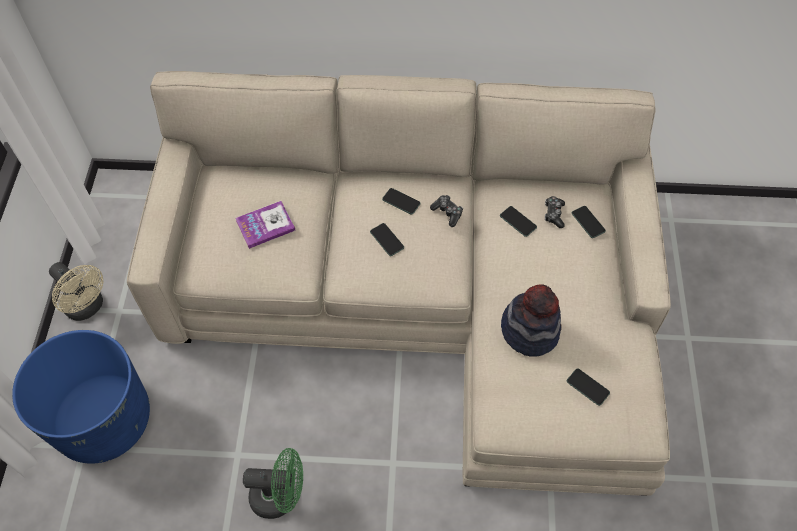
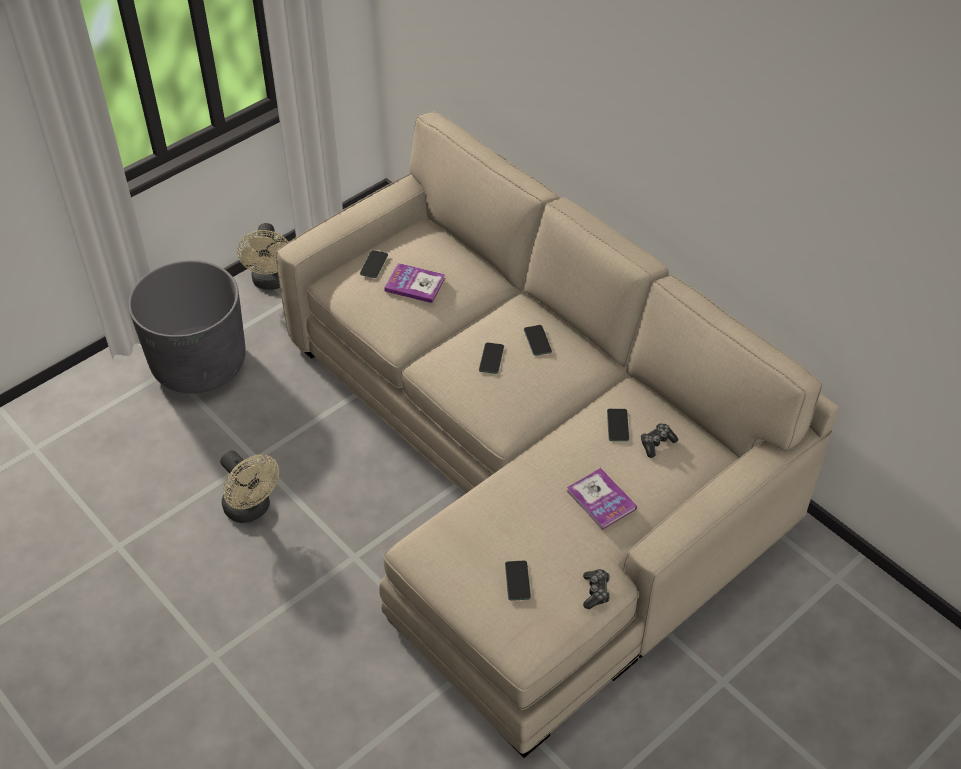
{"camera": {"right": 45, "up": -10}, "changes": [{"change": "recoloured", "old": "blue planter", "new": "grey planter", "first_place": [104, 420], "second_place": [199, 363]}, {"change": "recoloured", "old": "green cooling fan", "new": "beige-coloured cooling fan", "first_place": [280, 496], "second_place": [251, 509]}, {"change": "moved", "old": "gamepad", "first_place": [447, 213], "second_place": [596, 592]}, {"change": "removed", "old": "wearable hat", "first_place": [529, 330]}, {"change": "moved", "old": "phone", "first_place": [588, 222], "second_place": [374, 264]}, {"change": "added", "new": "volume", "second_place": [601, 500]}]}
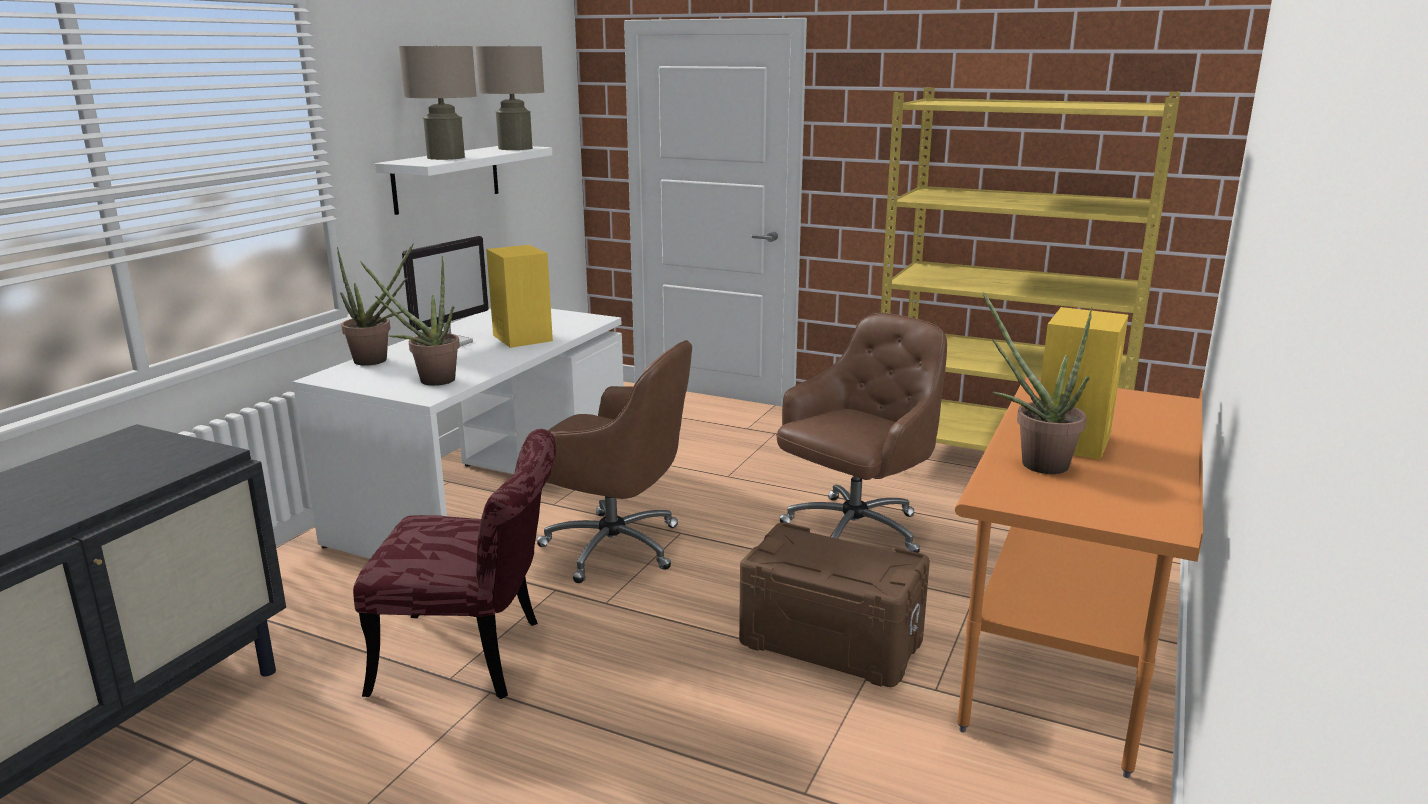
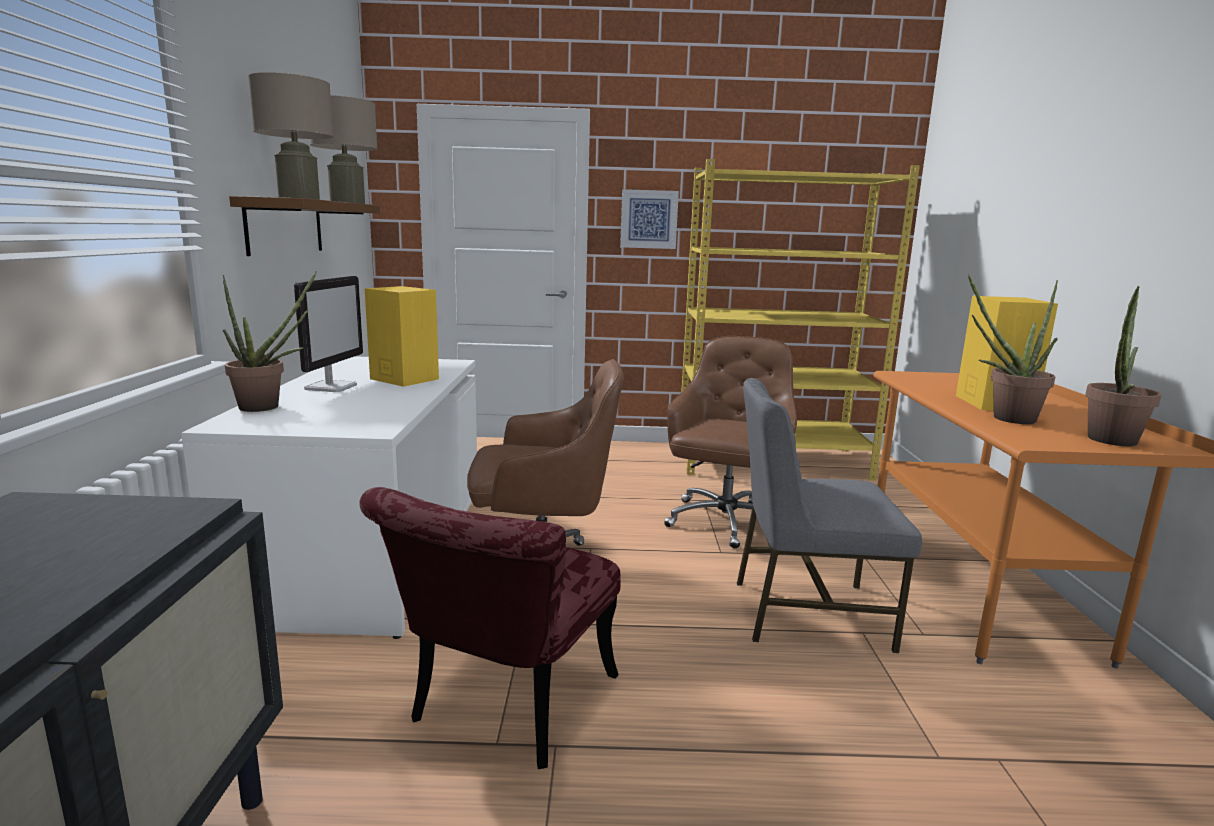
{"camera": {"right": -25, "up": -5}, "changes": [{"change": "turned", "old": "reddish chair", "first_place": [476, 657], "second_place": [504, 710], "degrees": 135}, {"change": "moved", "old": "plant in a pot", "first_place": [429, 381], "second_place": [1110, 442]}, {"change": "recoloured", "old": "white shelf", "new": "brownish shelf", "first_place": [447, 178], "second_place": [285, 226]}, {"change": "replaced", "old": "brownish storage container", "new": "grey chair", "first_place": [831, 640], "second_place": [806, 613]}, {"change": "added", "new": "wall picture", "second_place": [649, 219]}]}
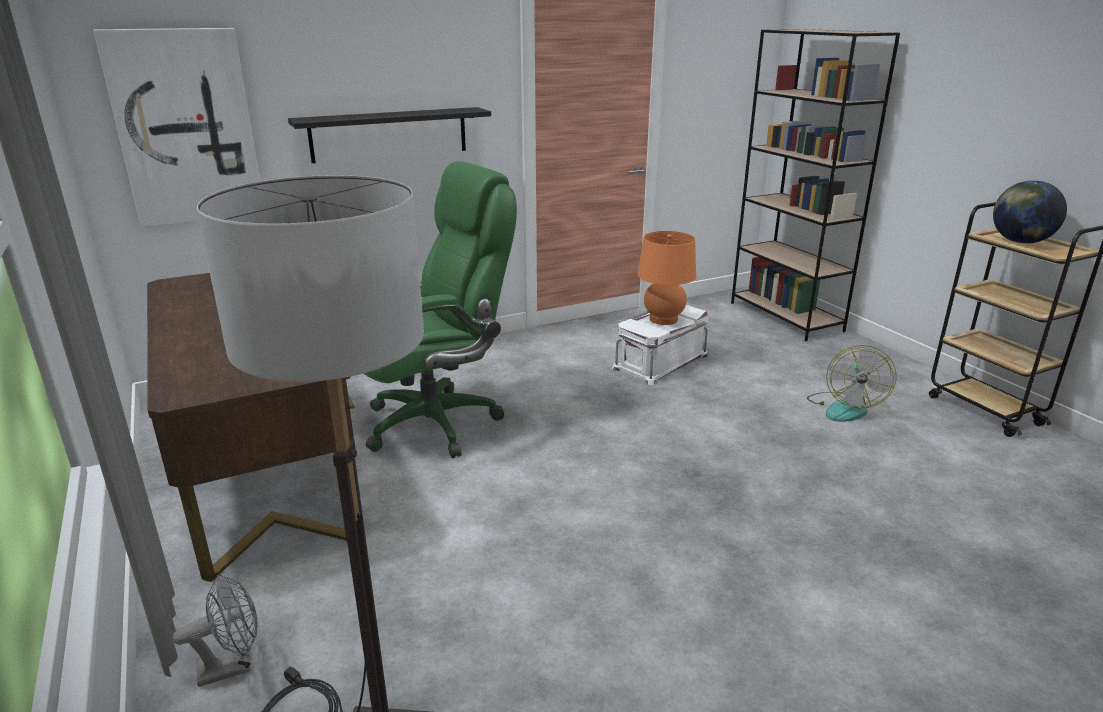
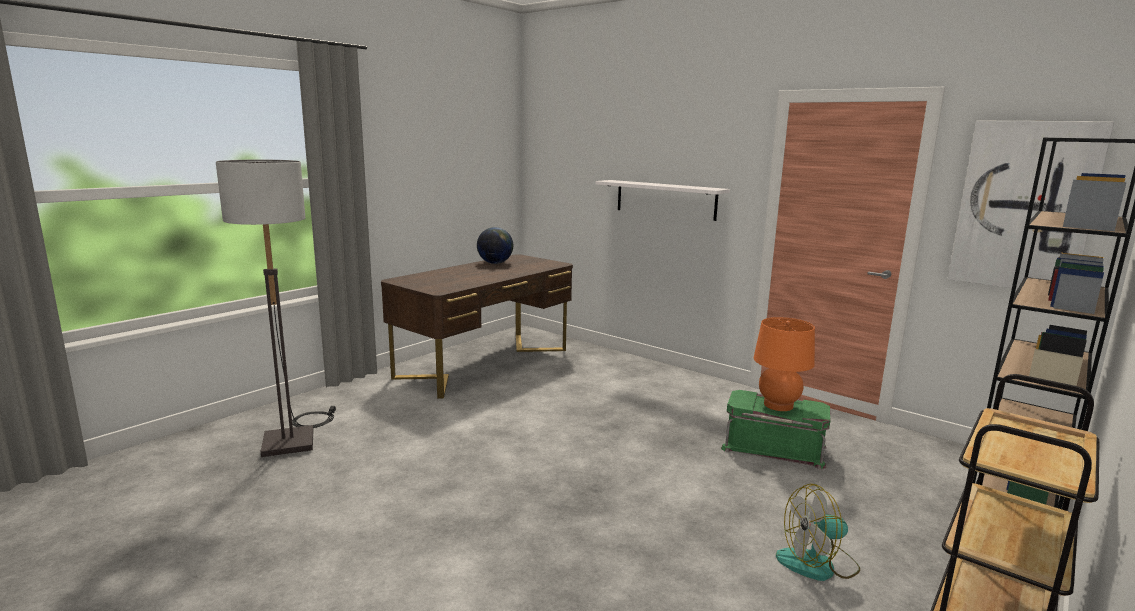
{"camera": {"right": 65, "up": -10}, "changes": [{"change": "moved", "old": "wall picture", "first_place": [186, 128], "second_place": [1024, 206]}, {"change": "removed", "old": "grey cooling fan", "first_place": [233, 666]}, {"change": "recoloured", "old": "black shelf", "new": "white shelf", "first_place": [389, 134], "second_place": [665, 199]}, {"change": "removed", "old": "green desk chair", "first_place": [434, 423]}, {"change": "recoloured", "old": "white storage container", "new": "green storage container", "first_place": [660, 361], "second_place": [774, 447]}, {"change": "moved", "old": "globe", "first_place": [1020, 242], "second_place": [495, 263]}]}
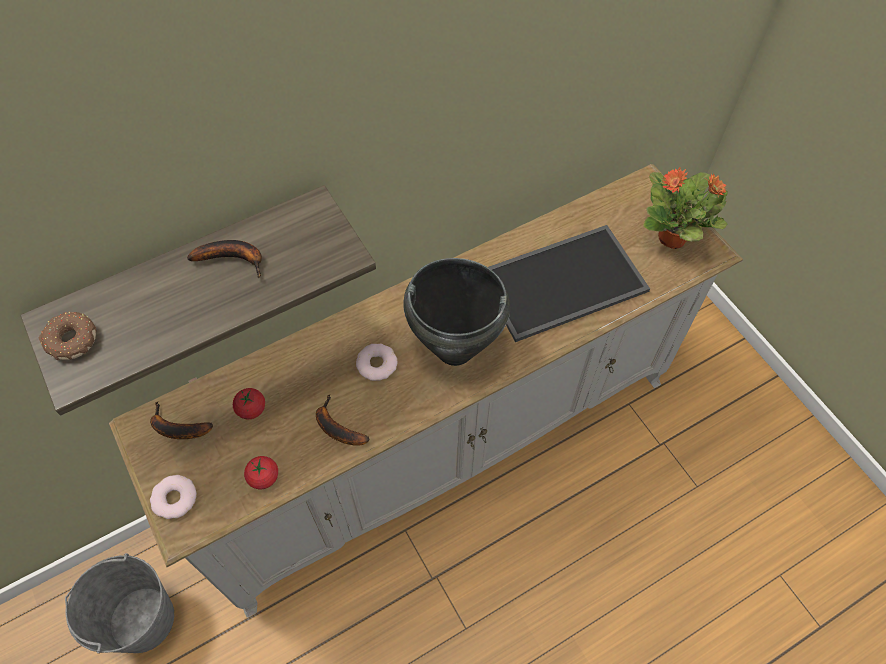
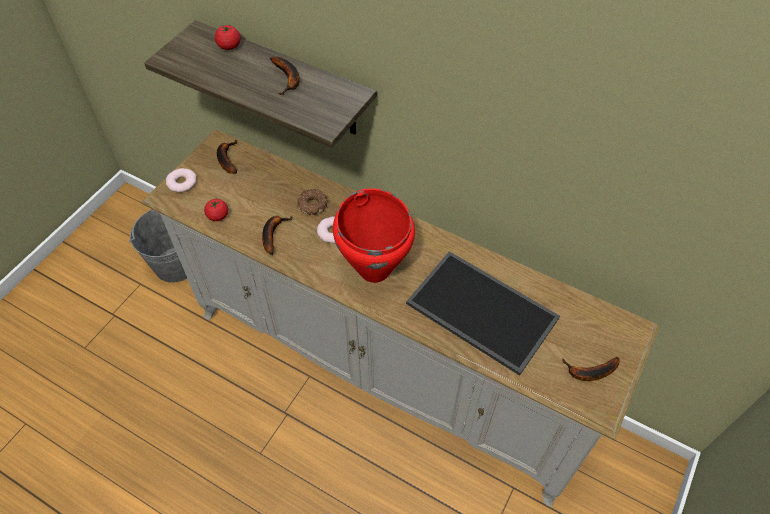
{"camera": {"right": 60, "up": -5}, "changes": [{"change": "moved", "old": "donut", "first_place": [71, 340], "second_place": [312, 205]}, {"change": "moved", "old": "whole tomato", "first_place": [251, 409], "second_place": [229, 46]}, {"change": "recoloured", "old": "black stockpot", "new": "reddish stockpot", "first_place": [454, 348], "second_place": [375, 269]}, {"change": "replaced", "old": "plant in a pot", "new": "banana", "first_place": [673, 238], "second_place": [589, 372]}]}
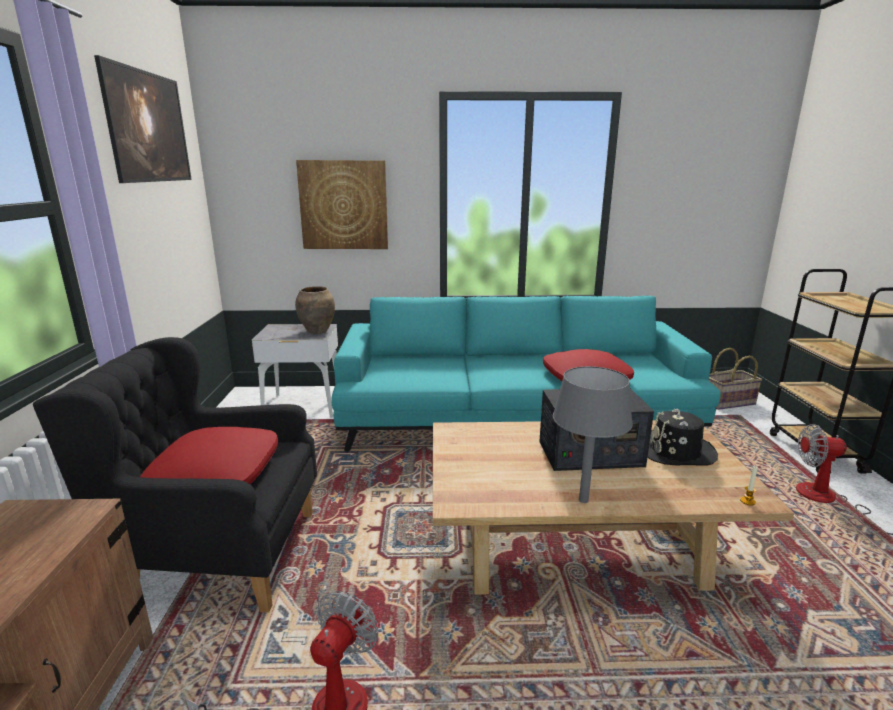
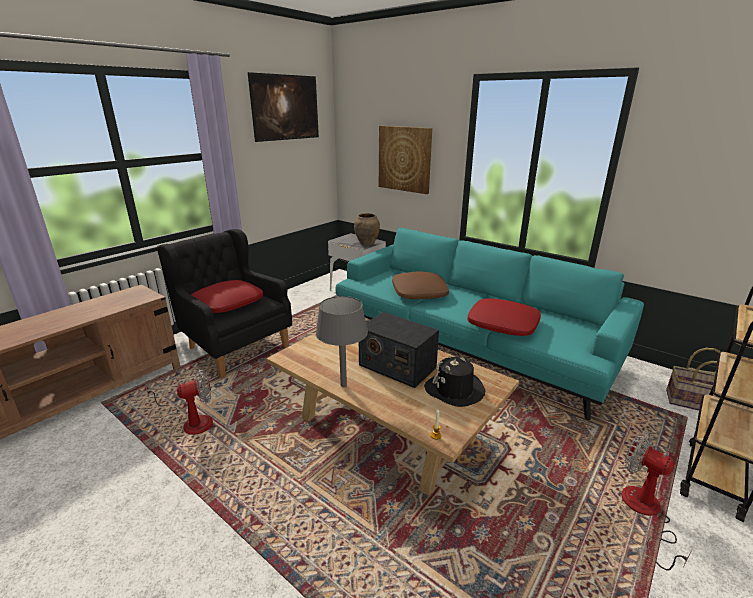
{"camera": {"right": 40, "up": 5}, "changes": [{"change": "added", "new": "brownish cushion", "second_place": [418, 292]}]}
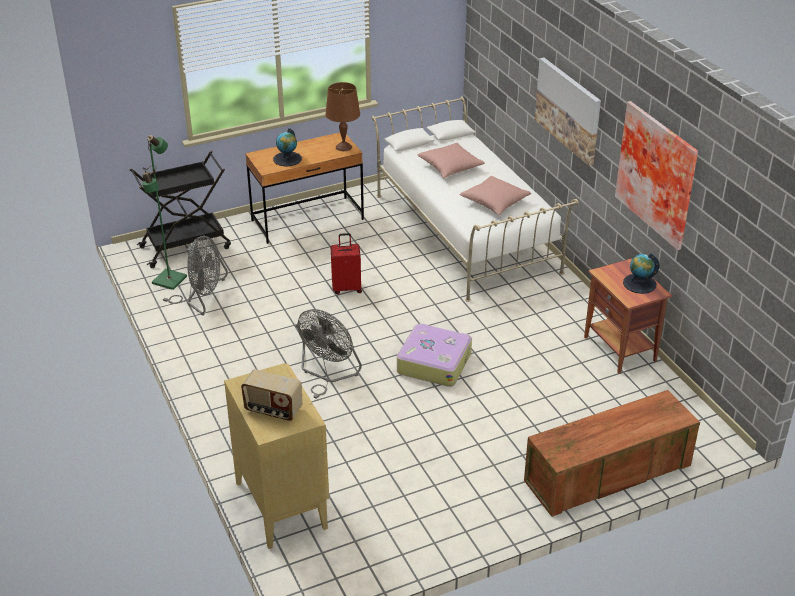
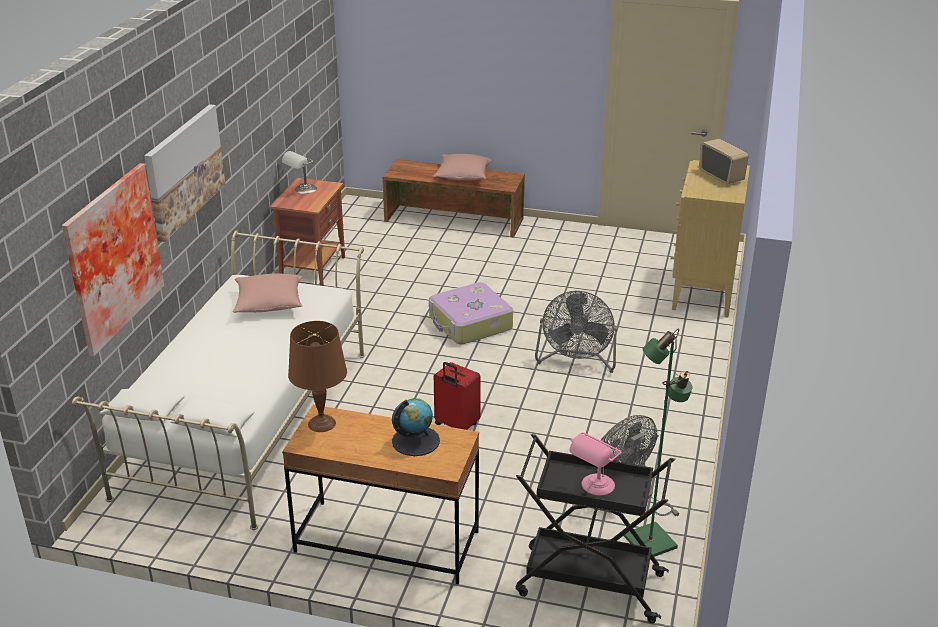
{"camera": {"right": -140, "up": -5}, "changes": [{"change": "turned", "old": "grey cooling fan", "first_place": [324, 372], "second_place": [574, 359], "degrees": -60}, {"change": "moved", "old": "pink-coloured cushion", "first_place": [450, 167], "second_place": [463, 176]}, {"change": "moved", "old": "wall picture", "first_place": [659, 173], "second_place": [110, 256]}, {"change": "replaced", "old": "globe", "new": "white table lamp", "first_place": [639, 283], "second_place": [302, 190]}, {"change": "added", "new": "pink-coloured table lamp", "second_place": [594, 488]}]}
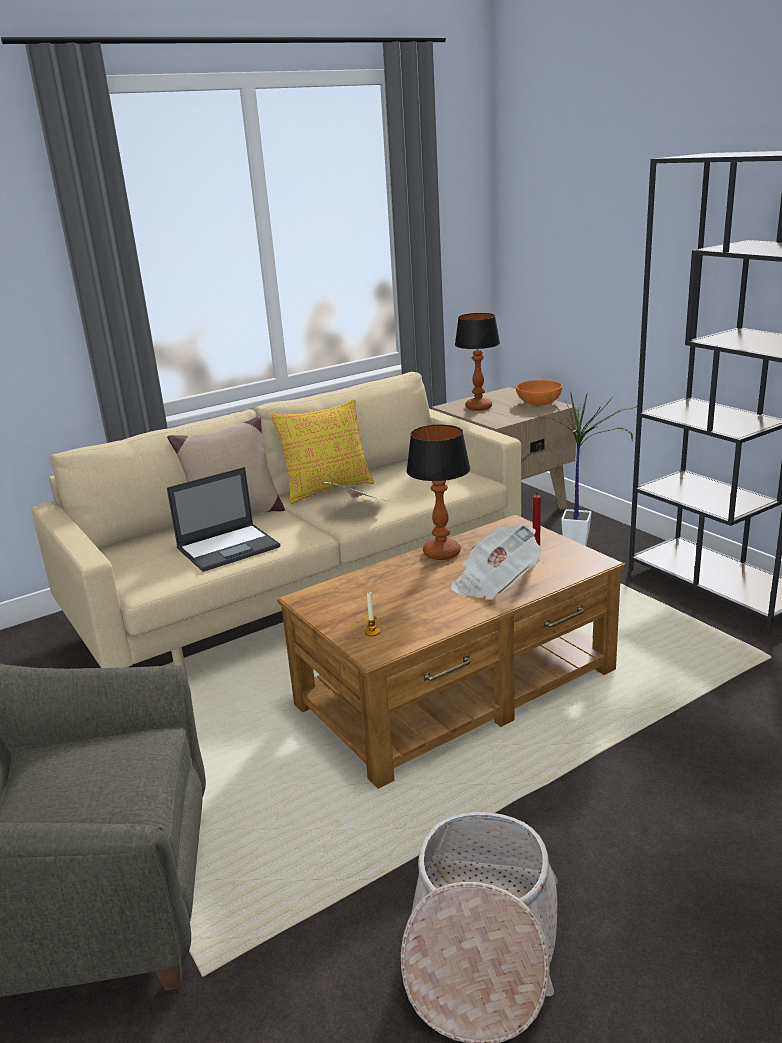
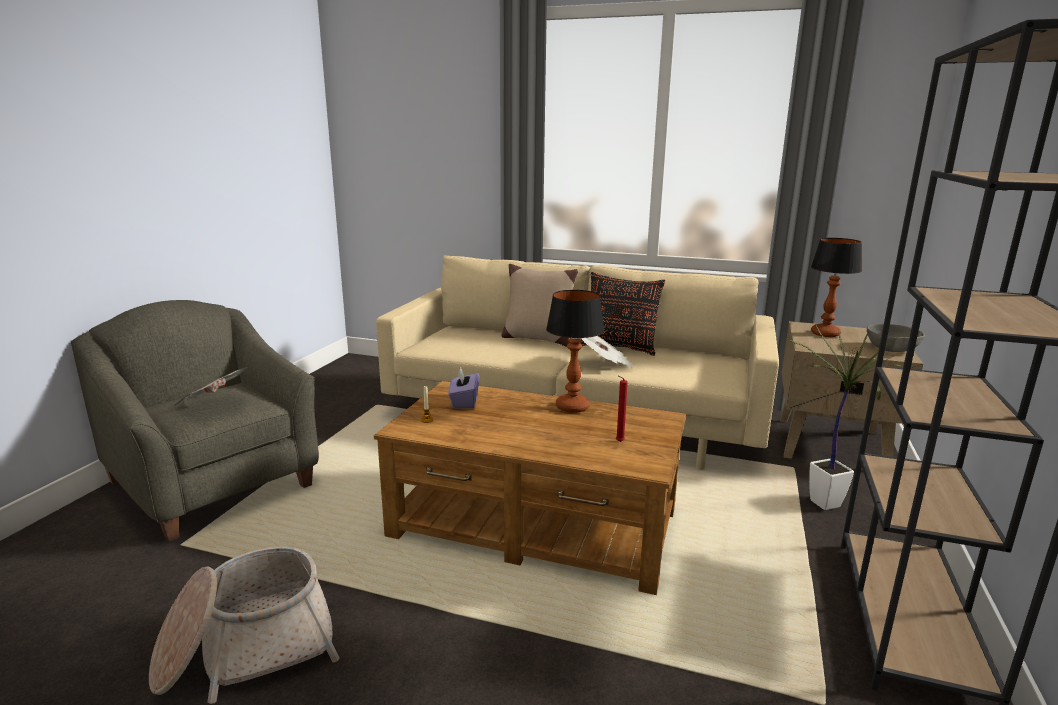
{"camera": {"right": 50, "up": -5}, "changes": [{"change": "removed", "old": "notebook computer", "first_place": [229, 547]}, {"change": "recoloured", "old": "yellow-coloured cushion", "new": "black cushion", "first_place": [328, 490], "second_place": [619, 348]}, {"change": "moved", "old": "daily paper", "first_place": [495, 583], "second_place": [212, 405]}, {"change": "recoloured", "old": "orangey bowl", "new": "grey bowl", "first_place": [538, 402], "second_place": [891, 349]}, {"change": "added", "new": "purple-coloured box of tissues", "second_place": [464, 402]}]}
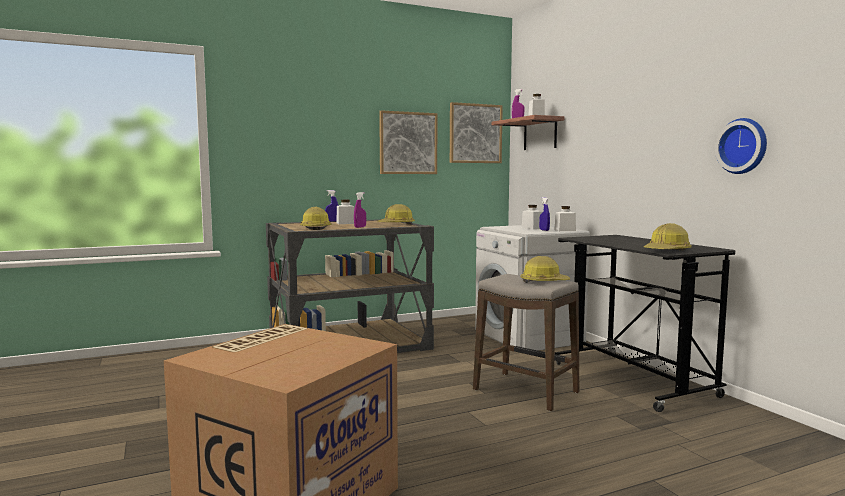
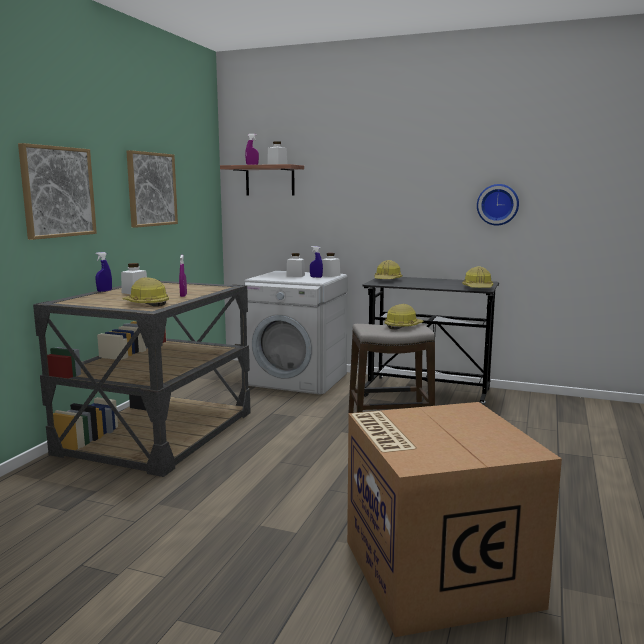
{"camera": {"right": -45, "up": 5}, "changes": [{"change": "moved", "old": "work helmet", "first_place": [396, 225], "second_place": [387, 280]}, {"change": "moved", "old": "wall picture", "first_place": [475, 133], "second_place": [58, 192]}]}
